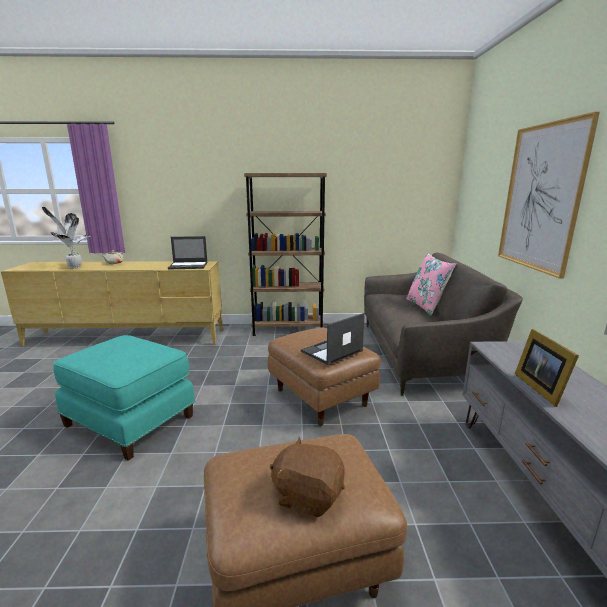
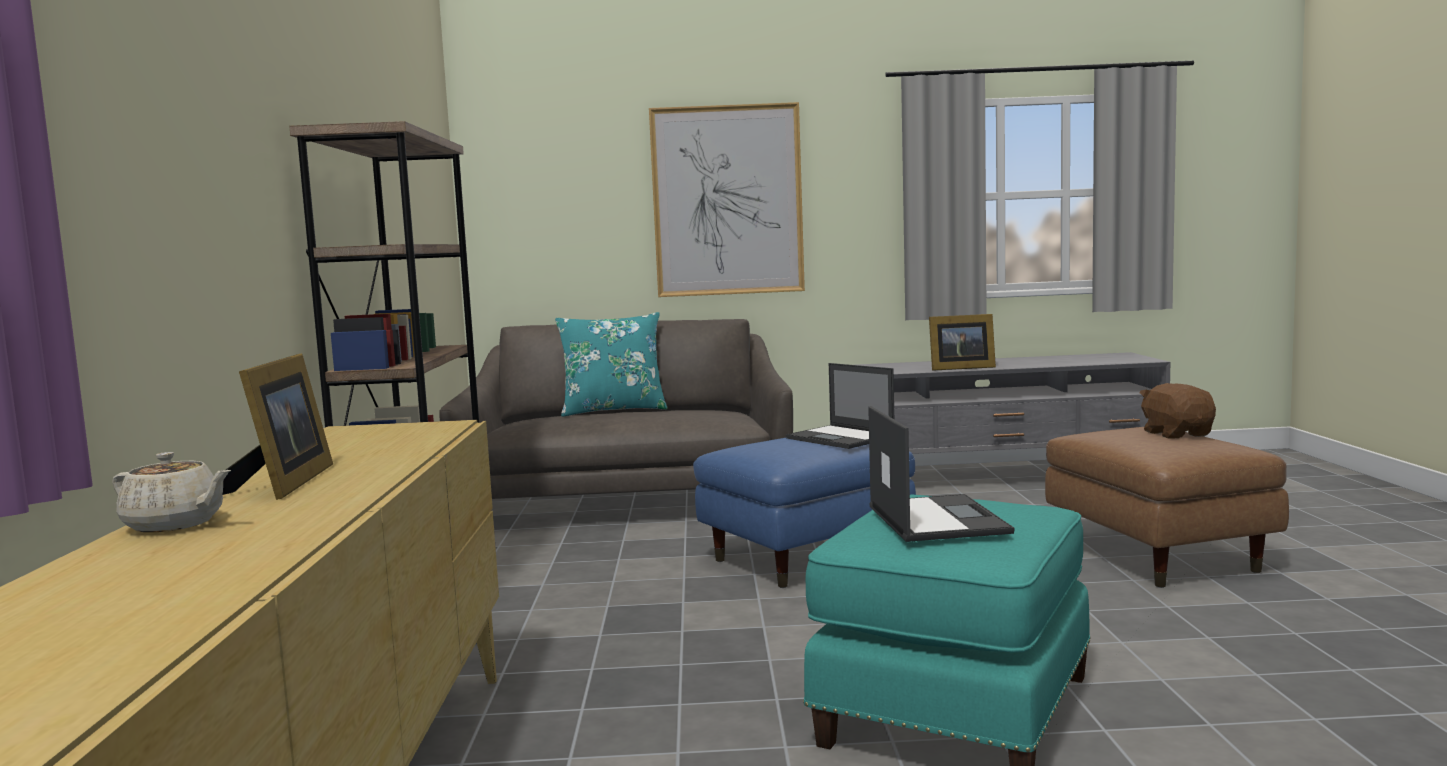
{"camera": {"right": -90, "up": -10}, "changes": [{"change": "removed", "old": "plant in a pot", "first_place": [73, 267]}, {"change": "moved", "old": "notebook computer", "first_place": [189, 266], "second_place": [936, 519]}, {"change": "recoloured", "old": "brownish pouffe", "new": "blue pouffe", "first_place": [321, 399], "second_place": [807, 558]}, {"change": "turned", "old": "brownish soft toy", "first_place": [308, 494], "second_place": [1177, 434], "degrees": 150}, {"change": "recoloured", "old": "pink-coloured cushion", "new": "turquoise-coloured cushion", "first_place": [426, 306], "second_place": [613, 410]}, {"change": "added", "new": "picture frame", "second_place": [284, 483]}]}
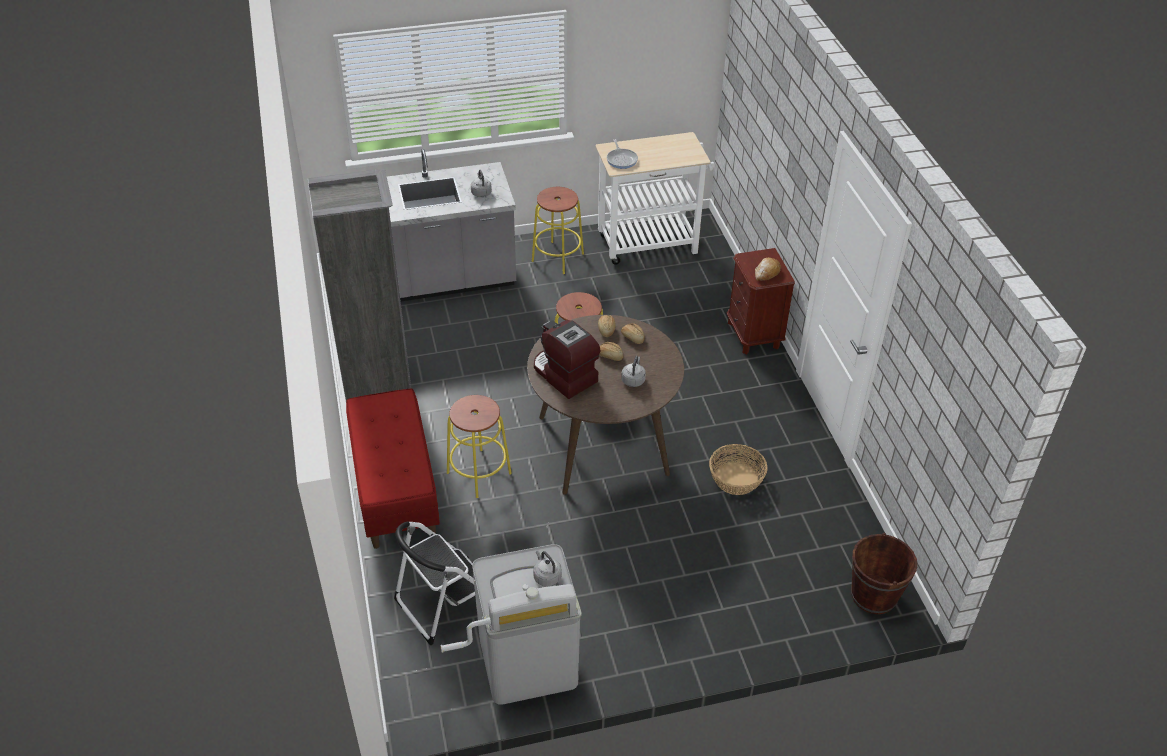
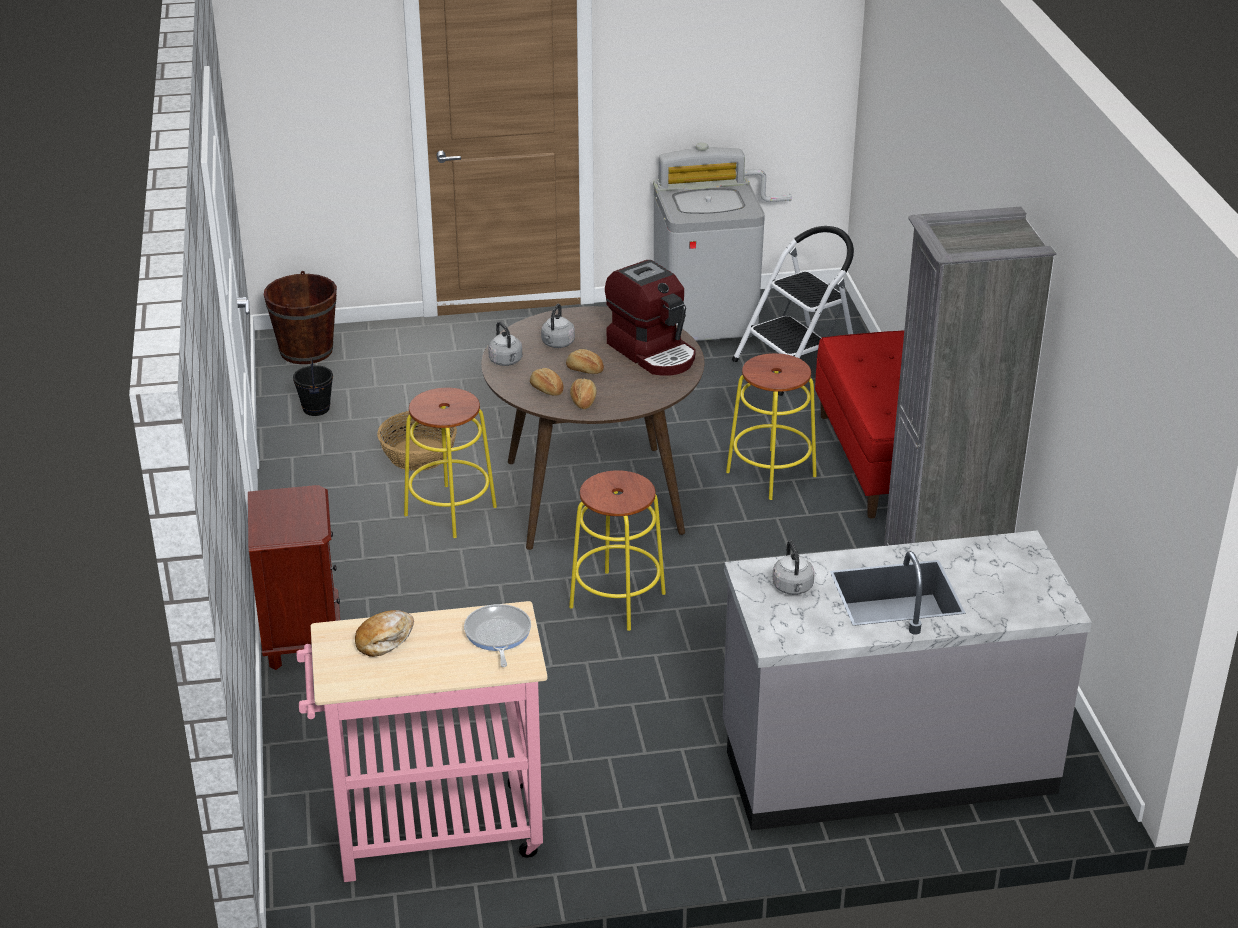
{"camera": {"right": -175, "up": -10}, "changes": [{"change": "moved", "old": "yellow-coloured stool seat", "first_place": [557, 257], "second_place": [450, 511]}, {"change": "moved", "old": "grey tea kettle", "first_place": [546, 576], "second_place": [506, 361]}, {"change": "recoloured", "old": "white wheeled cart", "new": "pink-coloured wheeled cart", "first_place": [649, 244], "second_place": [434, 832]}, {"change": "moved", "old": "bread", "first_place": [766, 273], "second_place": [384, 639]}, {"change": "added", "new": "black bucket", "second_place": [315, 409]}]}
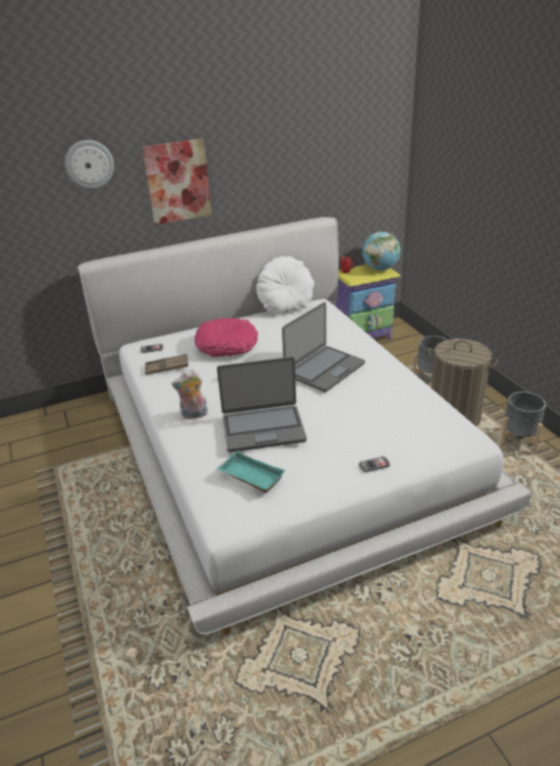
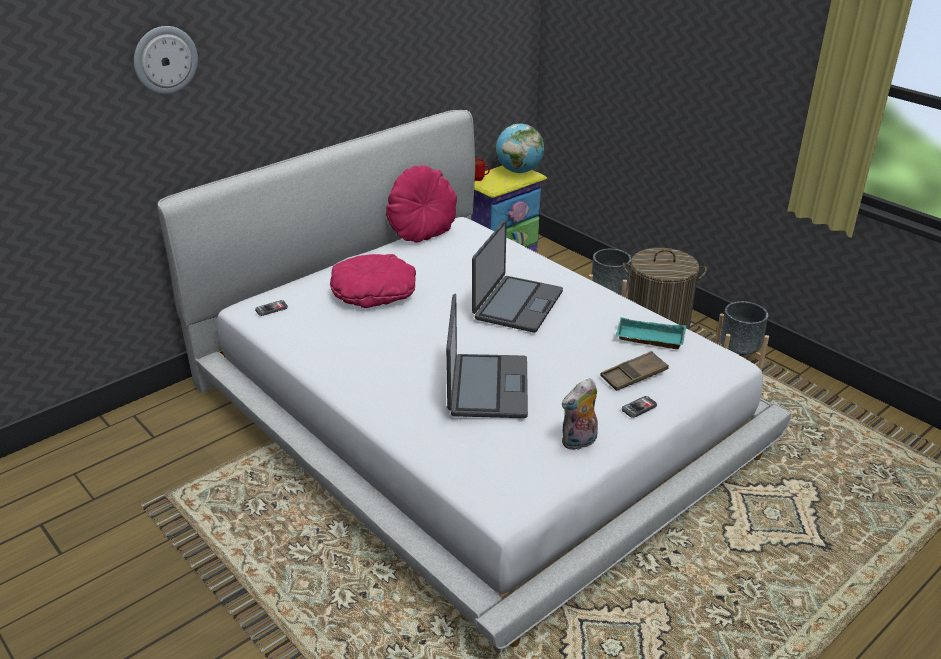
{"camera": {"right": -20, "up": 0}, "changes": [{"change": "removed", "old": "wall picture", "first_place": [178, 181]}, {"change": "moved", "old": "brownish carrying tray", "first_place": [167, 367], "second_place": [634, 375]}, {"change": "moved", "old": "soft toy", "first_place": [194, 415], "second_place": [579, 442]}, {"change": "turned", "old": "notebook computer", "first_place": [263, 428], "second_place": [487, 387], "degrees": -60}, {"change": "moved", "old": "turquoise-coloured carrying tray", "first_place": [249, 476], "second_place": [648, 339]}, {"change": "recoloured", "old": "white cushion", "new": "pink-coloured cushion", "first_place": [286, 309], "second_place": [422, 235]}]}
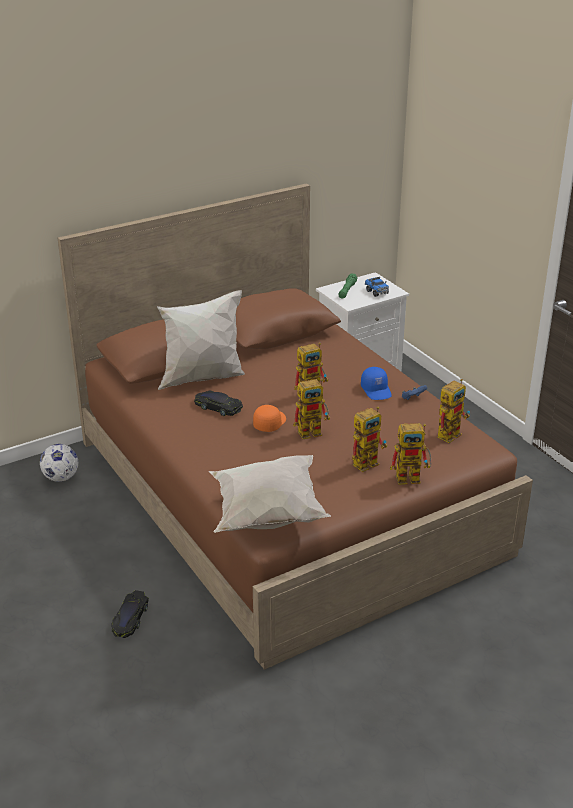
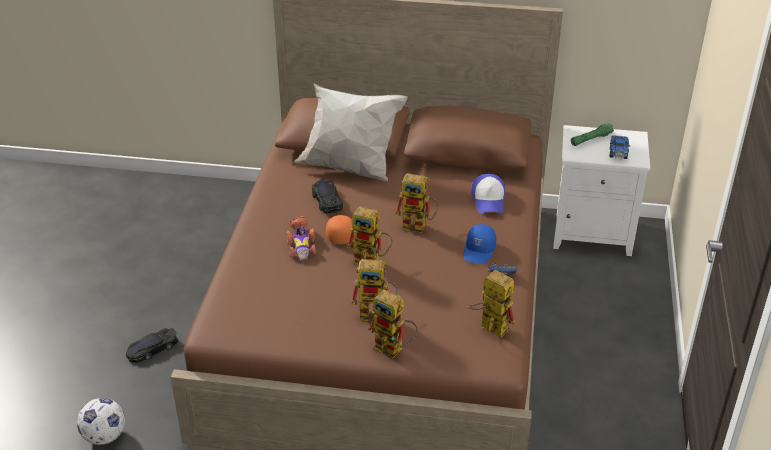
{"camera": {"right": 40, "up": 5}, "changes": [{"change": "moved", "old": "football", "first_place": [61, 477], "second_place": [105, 436]}, {"change": "removed", "old": "white cushion", "first_place": [266, 515]}, {"change": "turned", "old": "toy robot", "first_place": [450, 433], "second_place": [488, 327], "degrees": -135}, {"change": "added", "new": "toy car", "second_place": [301, 245]}, {"change": "added", "new": "cap", "second_place": [489, 200]}]}
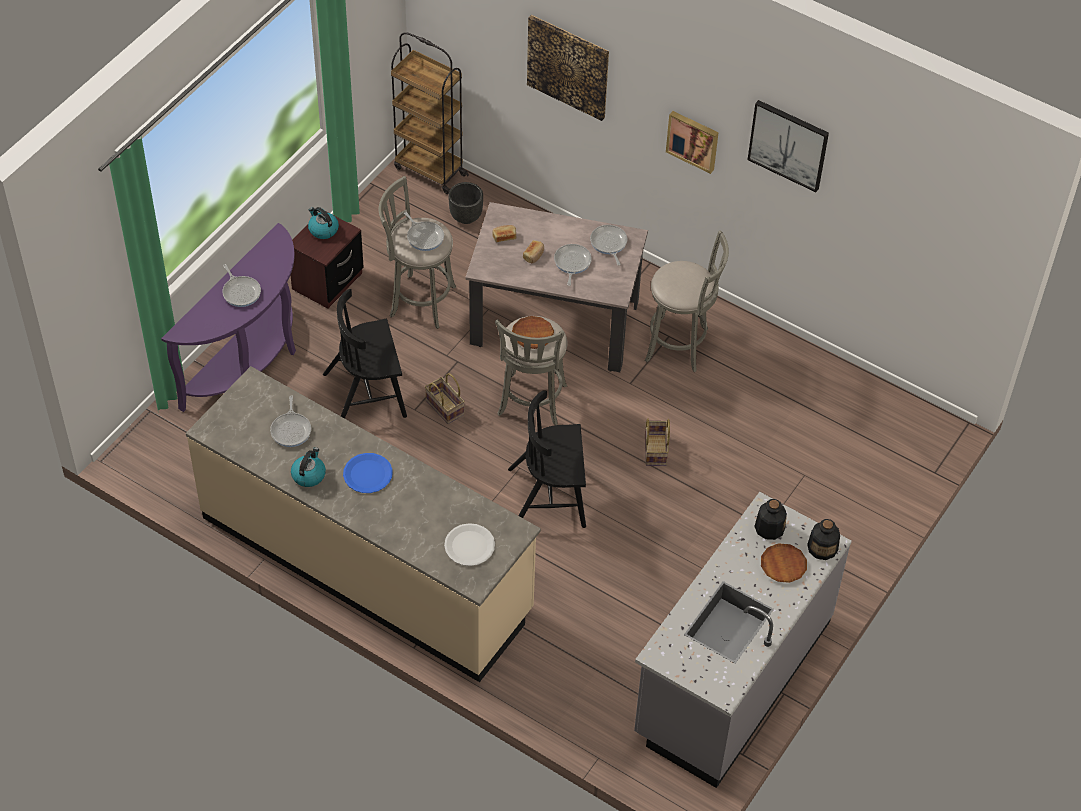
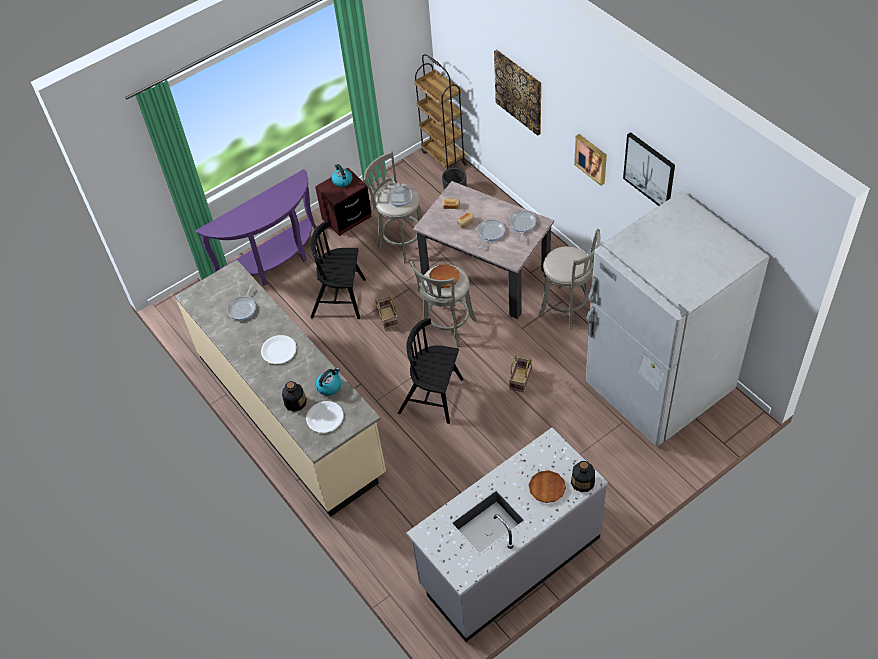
{"camera": {"right": 25, "up": 0}, "changes": [{"change": "removed", "old": "frying pan", "first_place": [241, 292]}, {"change": "moved", "old": "tea kettle", "first_place": [308, 475], "second_place": [329, 386]}, {"change": "recoloured", "old": "blue dinner plate", "new": "white dinner plate", "first_place": [368, 474], "second_place": [279, 350]}, {"change": "moved", "old": "bottle", "first_place": [769, 527], "second_place": [295, 402]}, {"change": "added", "new": "white kitchen fridge", "second_place": [660, 386]}]}
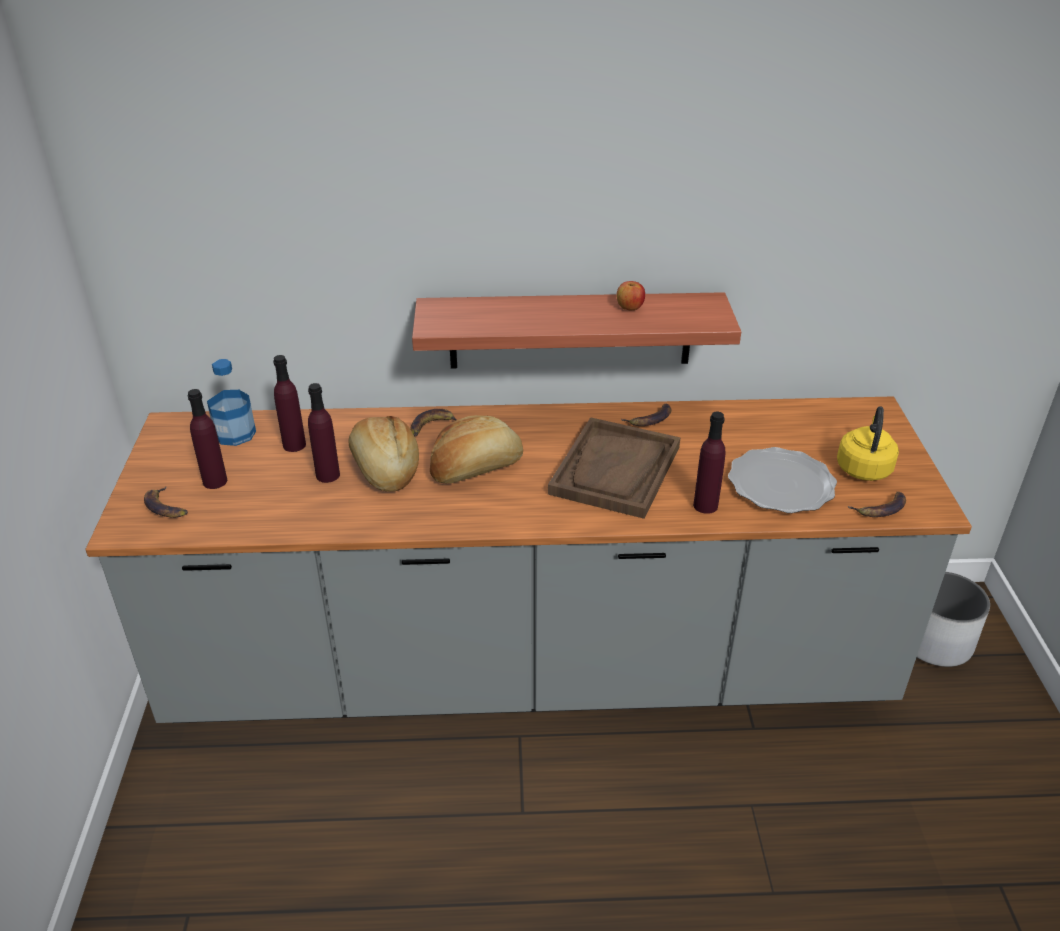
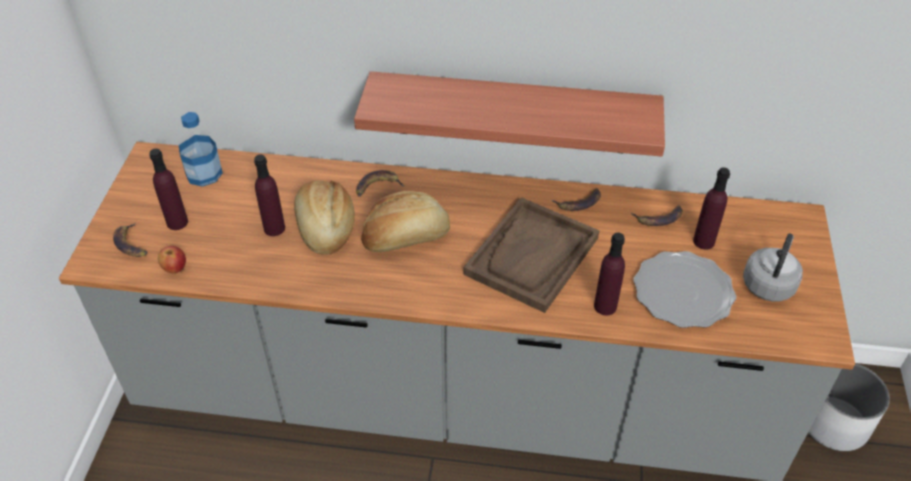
{"camera": {"right": 10, "up": 10}, "changes": [{"change": "moved", "old": "purple-coloured bottle", "first_place": [294, 445], "second_place": [703, 241]}, {"change": "moved", "old": "apple fruit", "first_place": [630, 308], "second_place": [175, 268]}, {"change": "recoloured", "old": "yellow-coloured tea kettle", "new": "grey tea kettle", "first_place": [864, 467], "second_place": [769, 283]}, {"change": "moved", "old": "banana", "first_place": [881, 508], "second_place": [659, 218]}]}
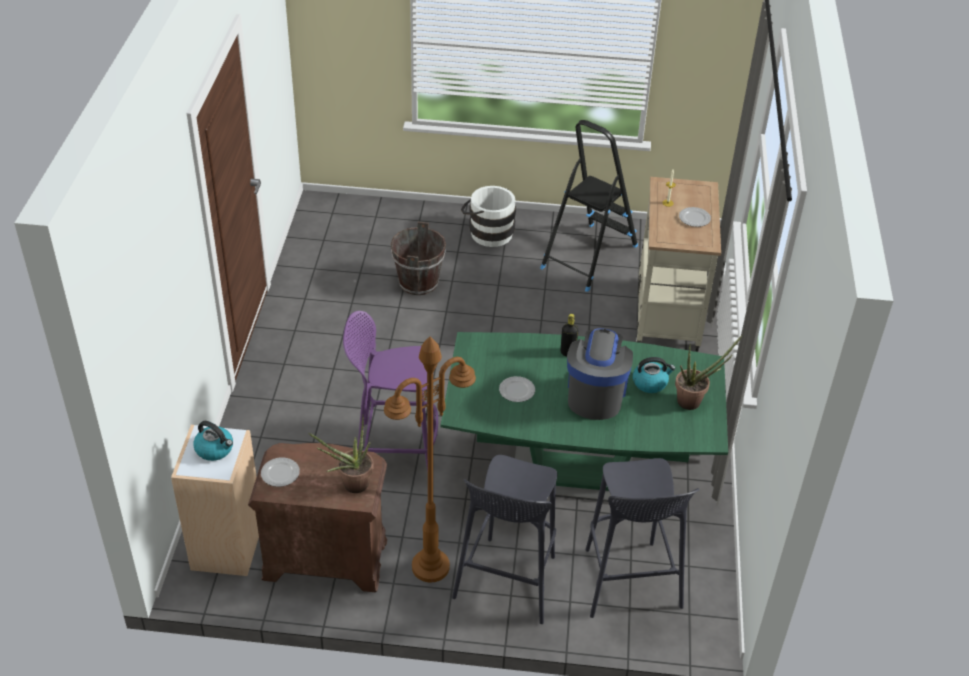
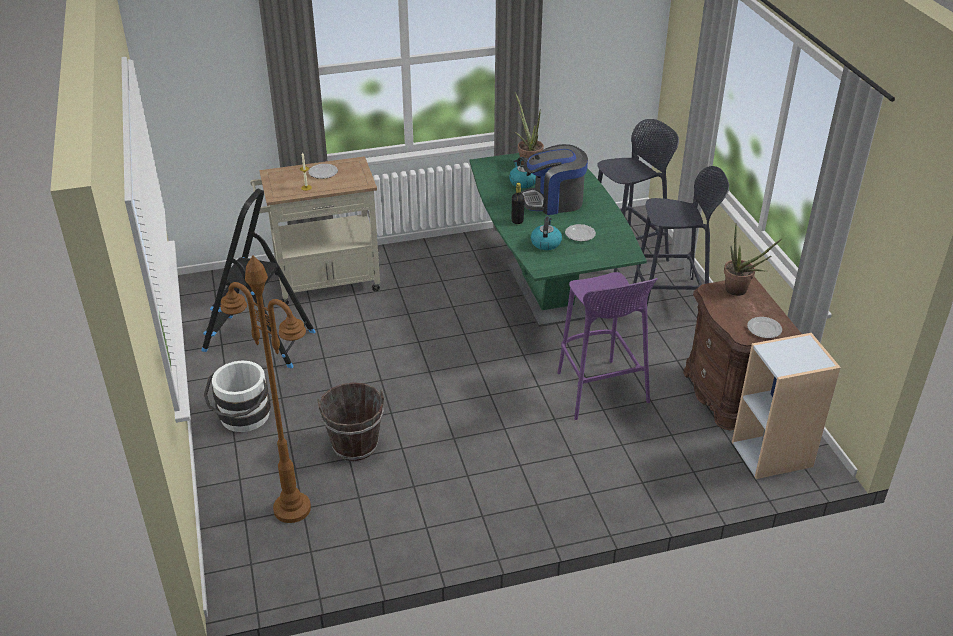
{"camera": {"right": -110, "up": -5}, "changes": [{"change": "moved", "old": "tea kettle", "first_place": [215, 449], "second_place": [545, 243]}, {"change": "moved", "old": "brownish standard lamp", "first_place": [431, 566], "second_place": [291, 508]}]}
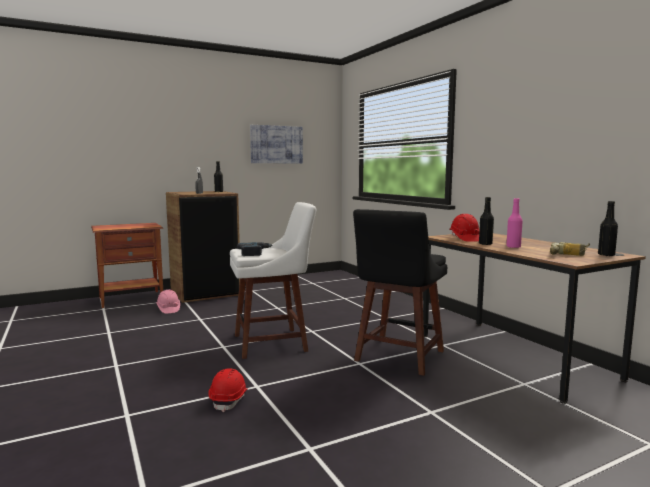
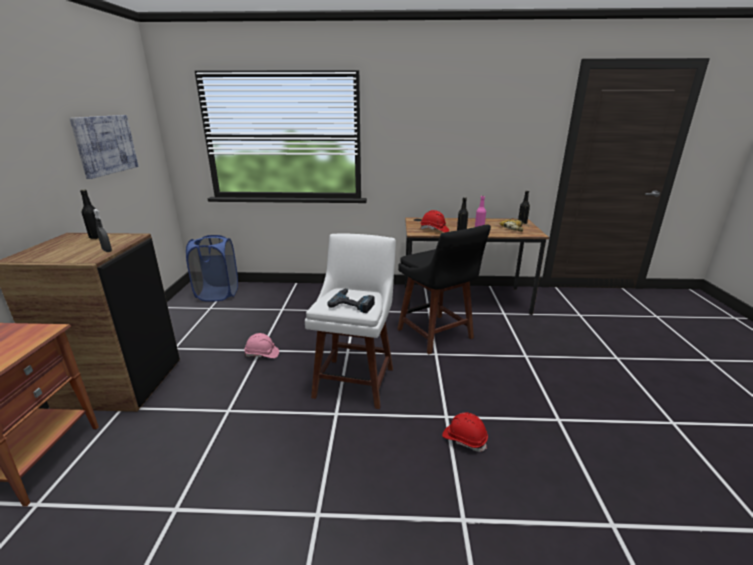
{"camera": {"right": -60, "up": 15}, "changes": [{"change": "moved", "old": "pink-coloured work helmet", "first_place": [168, 309], "second_place": [262, 354]}, {"change": "added", "new": "blue hamper", "second_place": [217, 294]}]}
